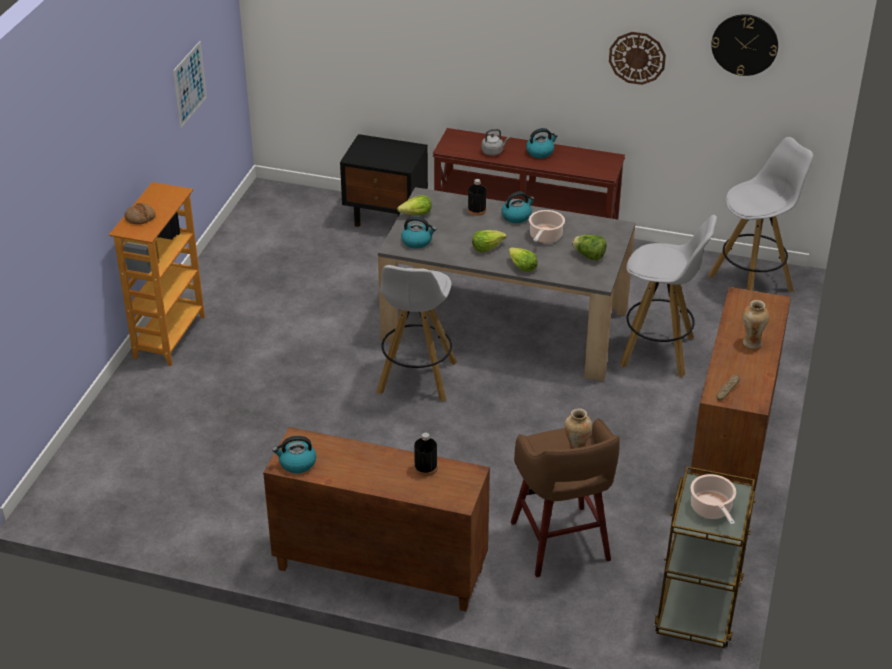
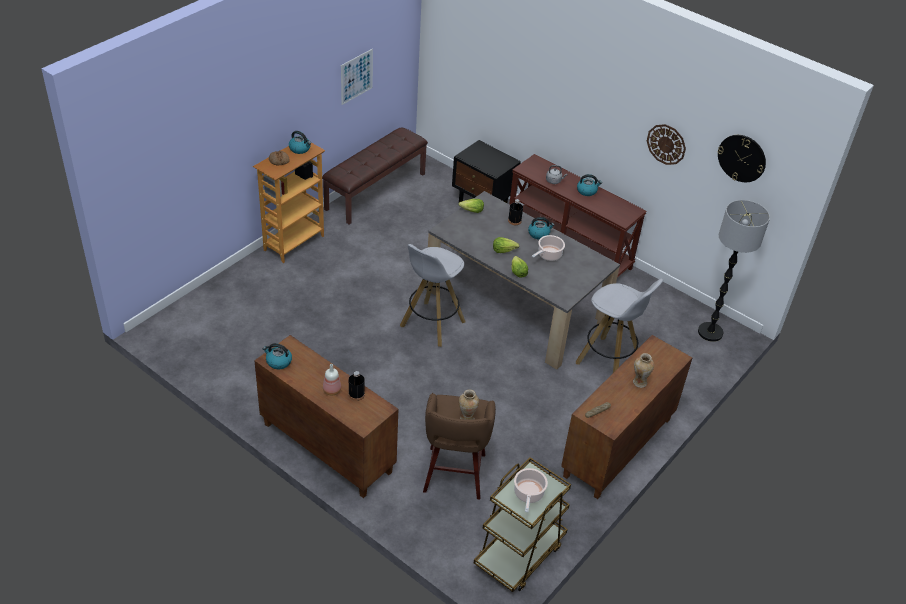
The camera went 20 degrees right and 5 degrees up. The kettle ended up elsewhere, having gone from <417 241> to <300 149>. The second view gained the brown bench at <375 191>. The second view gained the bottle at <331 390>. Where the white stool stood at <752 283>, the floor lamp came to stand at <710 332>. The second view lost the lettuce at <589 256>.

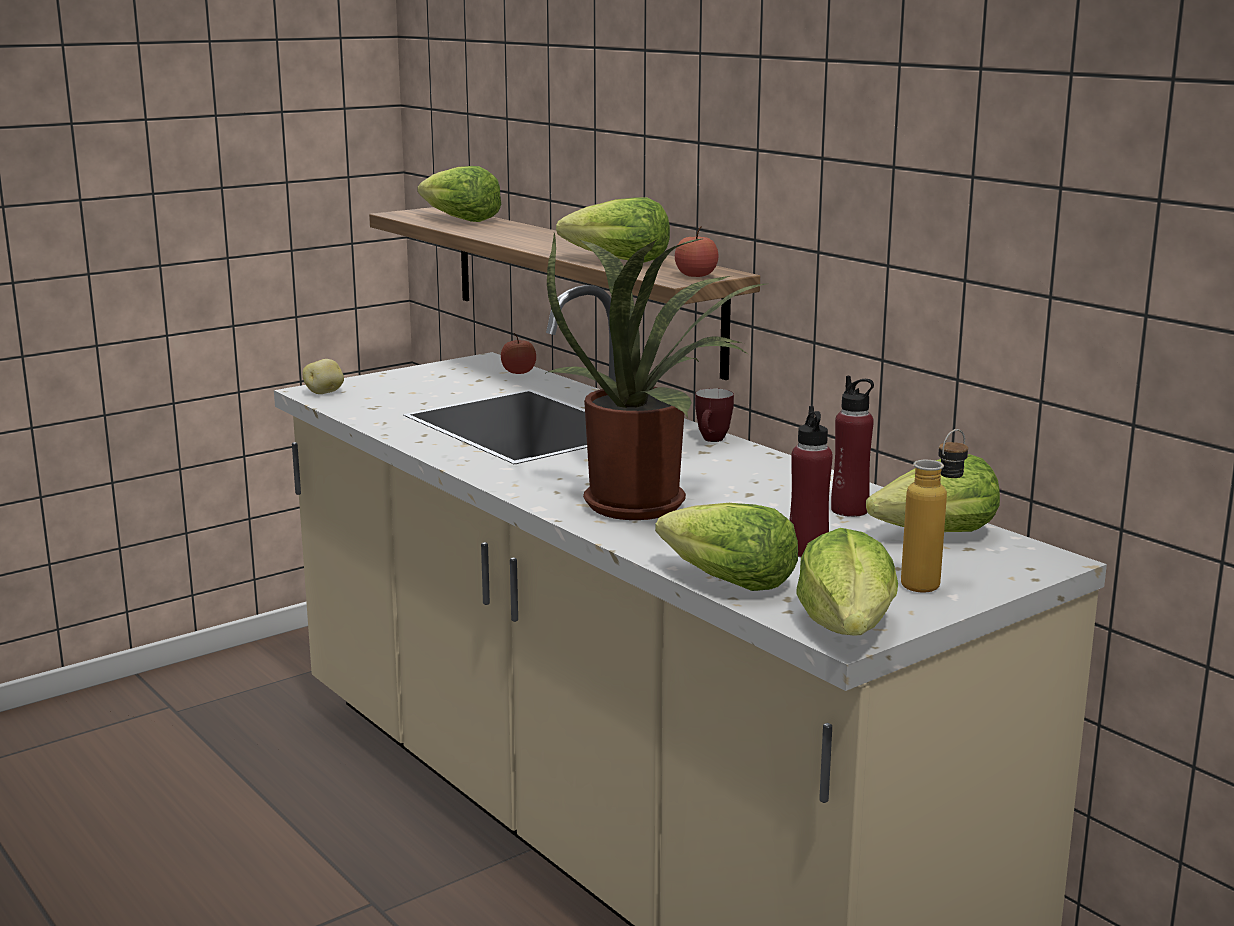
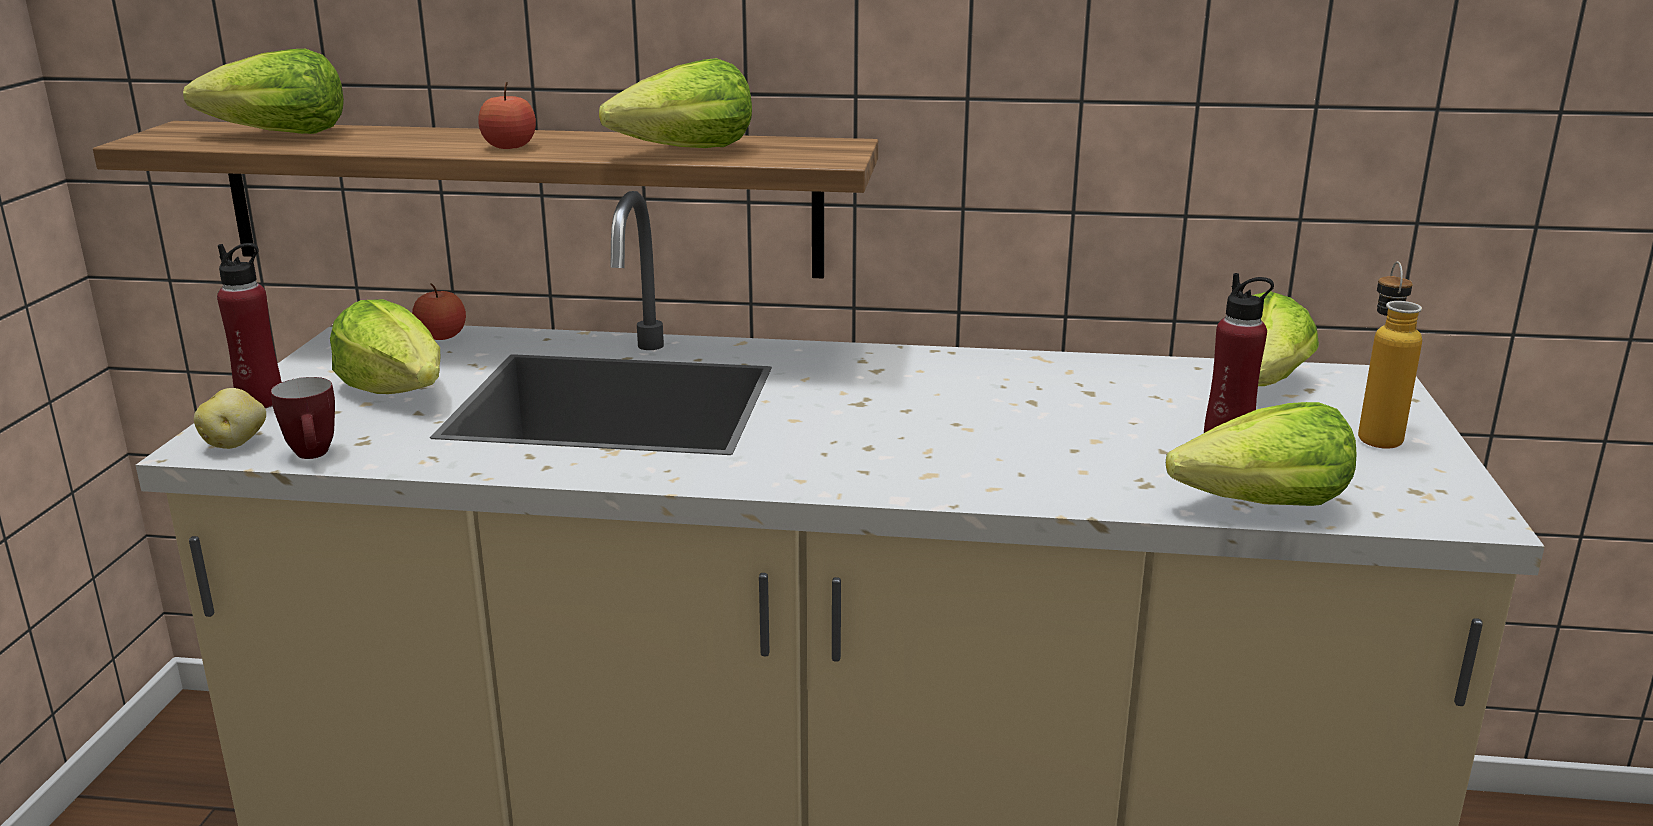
The camera went 45 degrees left and 5 degrees up. The red bottle ended up elsewhere, having gone from <849 510> to <261 401>. The mug ended up elsewhere, having gone from <712 441> to <314 456>. The lettuce ended up elsewhere, having gone from <848 629> to <397 391>. The apple ended up elsewhere, having gone from <696 275> to <509 147>. The second view lost the potted plant at <645 504>.

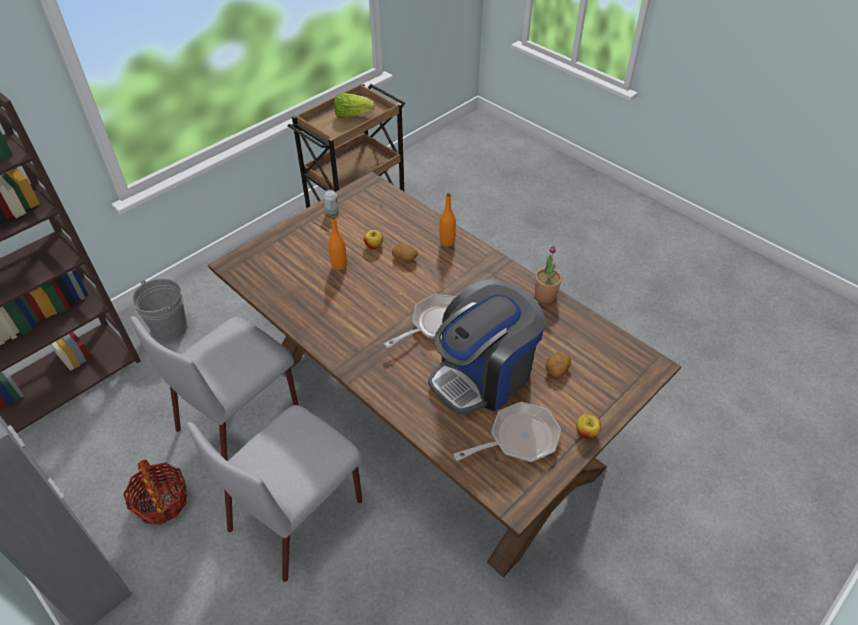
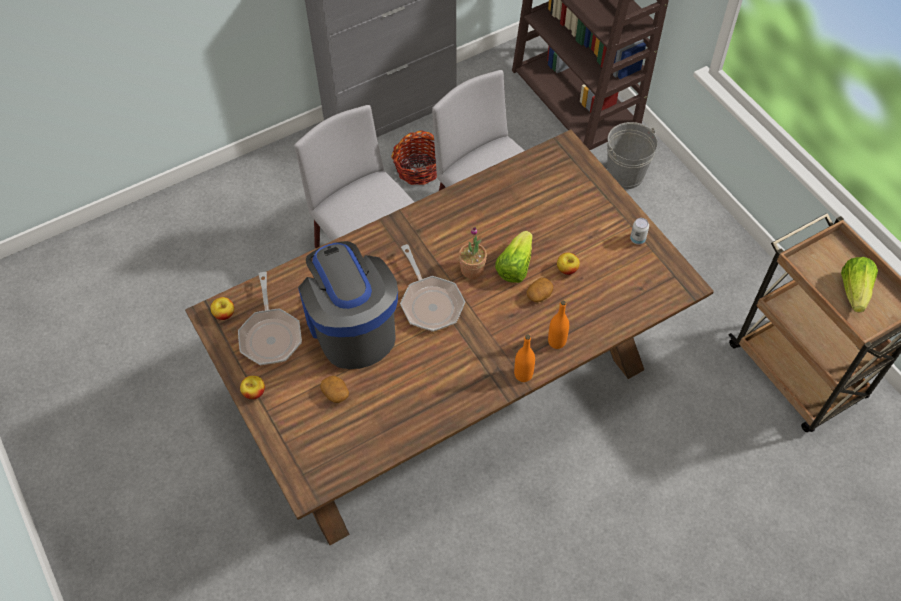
The camera went 105 degrees right and 10 degrees up. The second view gained the apple at <224 314>. The potted plant ended up elsewhere, having gone from <545 295> to <472 270>. The second view gained the lettuce at <515 266>. The orange bottle ended up elsewhere, having gone from <339 265> to <523 374>.

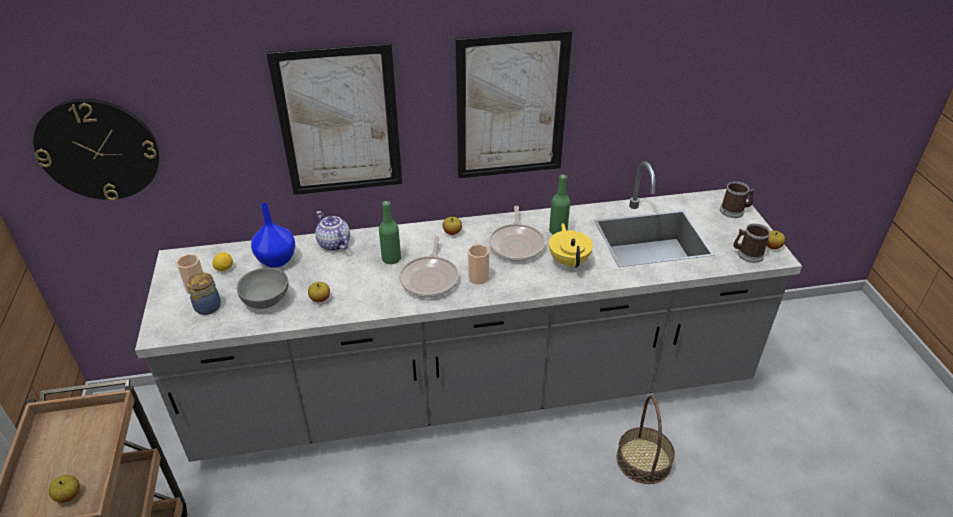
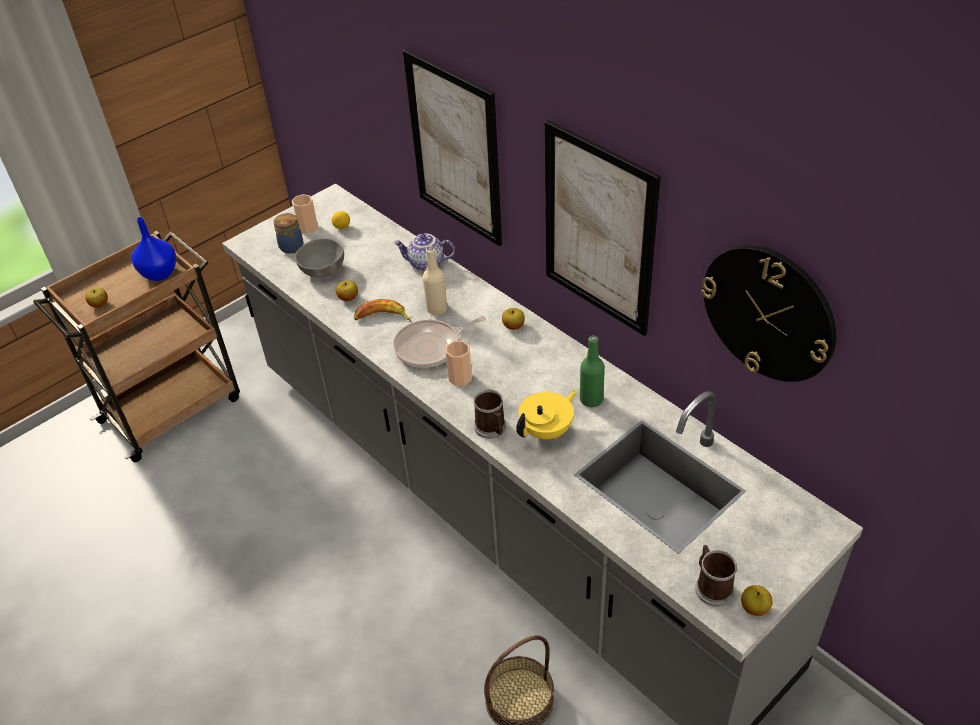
The camera went 60 degrees right and 5 degrees up. The blue vase ended up elsewhere, having gone from <277 259> to <160 273>. The second view gained the banana at <382 317>. The teapot at <333 244> ended up facing another way, 105 degrees counterclockwise from before. What was the green bottle at <391 259> turned into the beige bottle at <437 309>. The mug ended up elsewhere, having gone from <734 211> to <492 429>. The wall clock ended up elsewhere, having gone from <98 149> to <768 313>. The second view lost the frying pan at <517 244>.

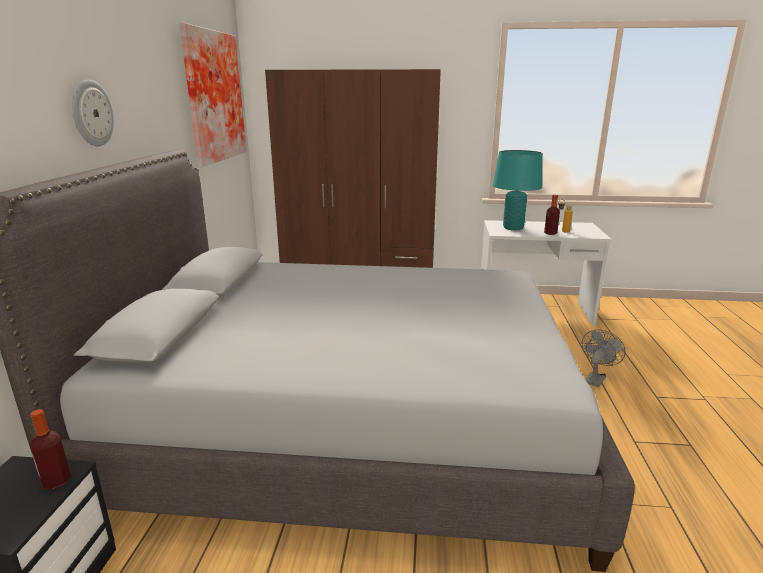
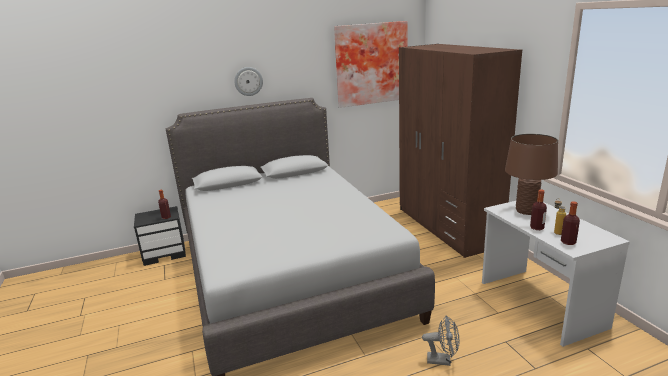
The camera went 65 degrees right and 0 degrees up. What was the turquoise table lamp at <513 228> turned into the brown table lamp at <526 211>. The second view gained the bottle at <568 242>.

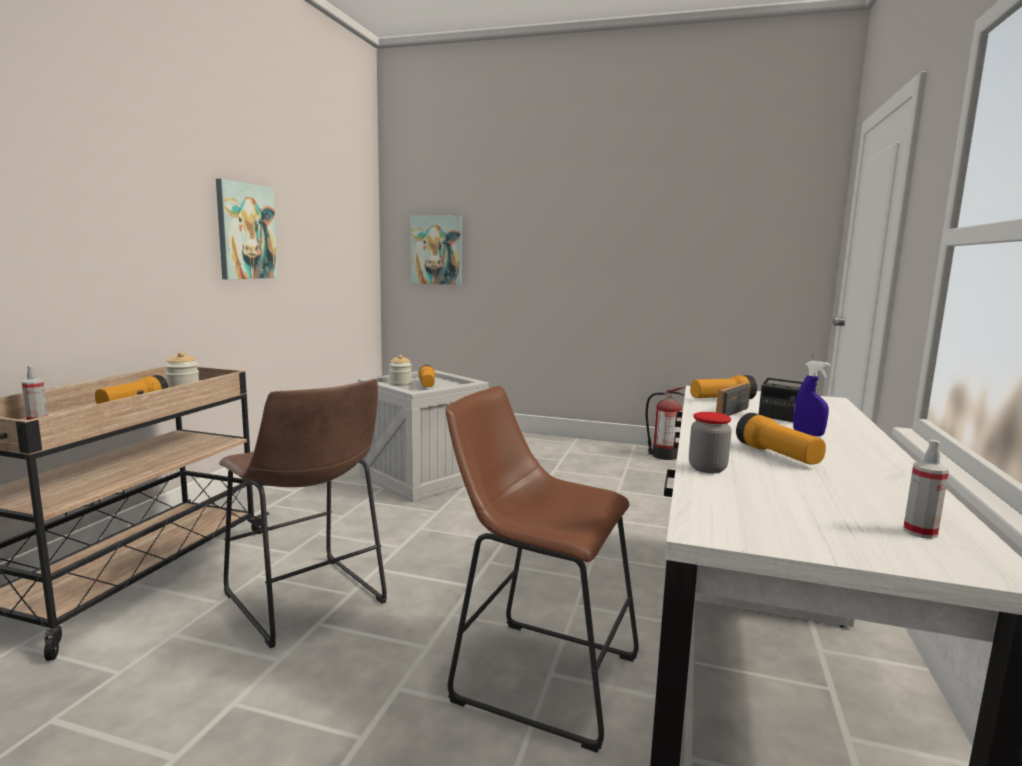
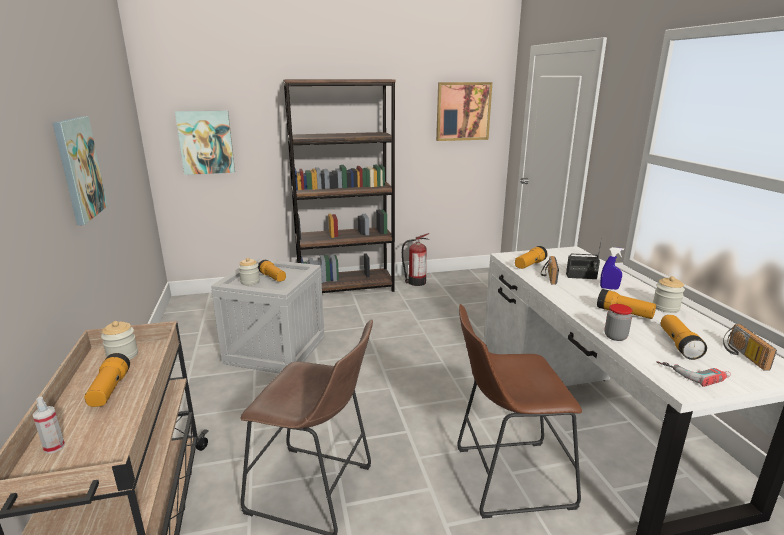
The camera went 30 degrees left and 10 degrees up. The second view gained the brown bookcase at <346 288>. The second view gained the picture at <463 111>. The second view gained the jar at <665 308>. The second view gained the power drill at <693 372>. The second view gained the flashlight at <678 345>. Where the spray bottle stood at <920 532>, the radio came to stand at <742 355>.

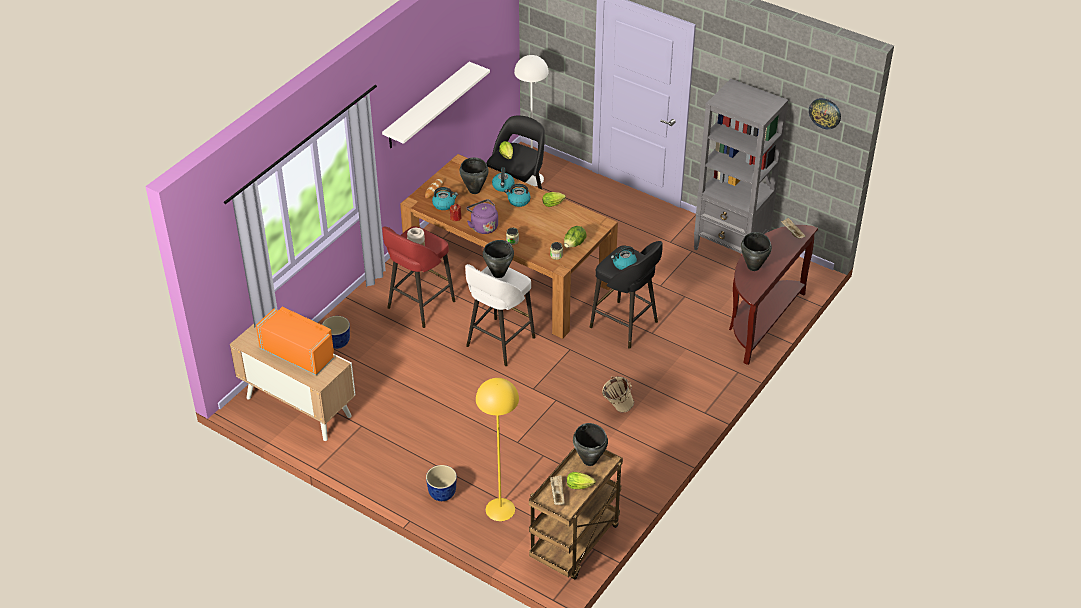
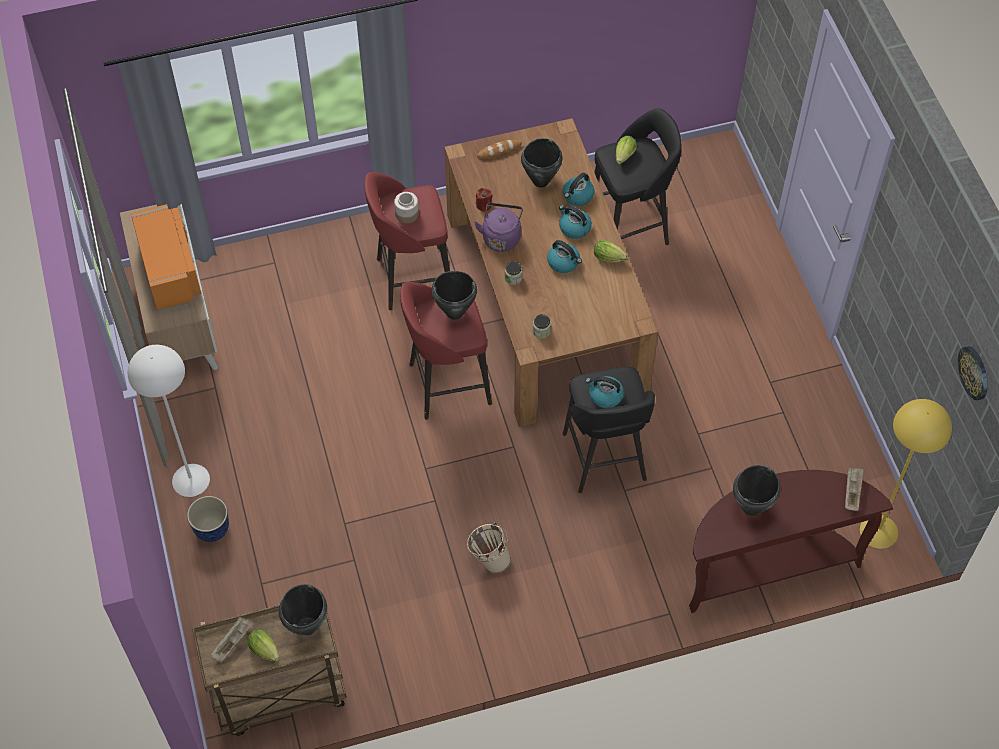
The camera went 40 degrees right and 15 degrees up. The white floor lamp ended up elsewhere, having gone from <531 179> to <190 480>. What was the white stool at <499 343> turned into the red stool at <447 384>. The kettle ended up elsewhere, having gone from <444 204> to <564 262>. The yellow floor lamp ended up elsewhere, having gone from <500 509> to <879 531>. The second view lost the planter at <337 343>. The second view lost the white shelf at <427 106>. The second view lost the lettuce at <574 245>. The second view lost the grey bookcase at <731 248>.

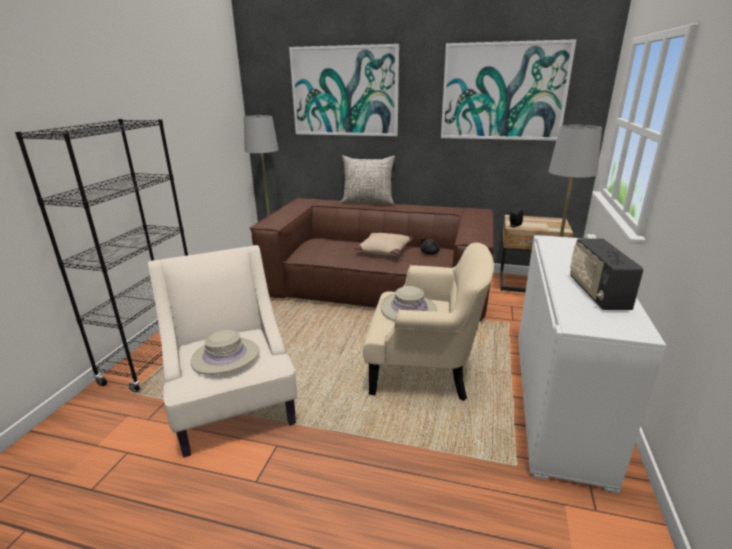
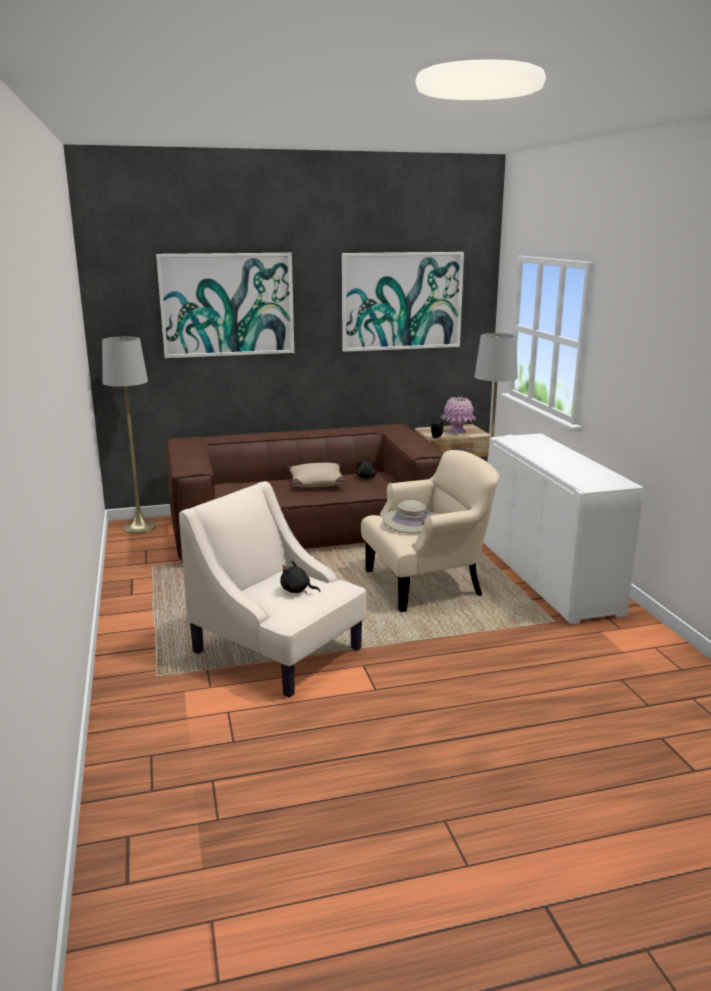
The camera went 30 degrees left and 5 degrees down. Where the beige hat stood at <225 357>, the black plush toy came to stand at <297 590>. The second view gained the pink vase at <457 431>. The second view lost the black bookcase at <155 357>. The second view lost the grey pillow at <367 202>. The second view lost the radio at <596 293>.

